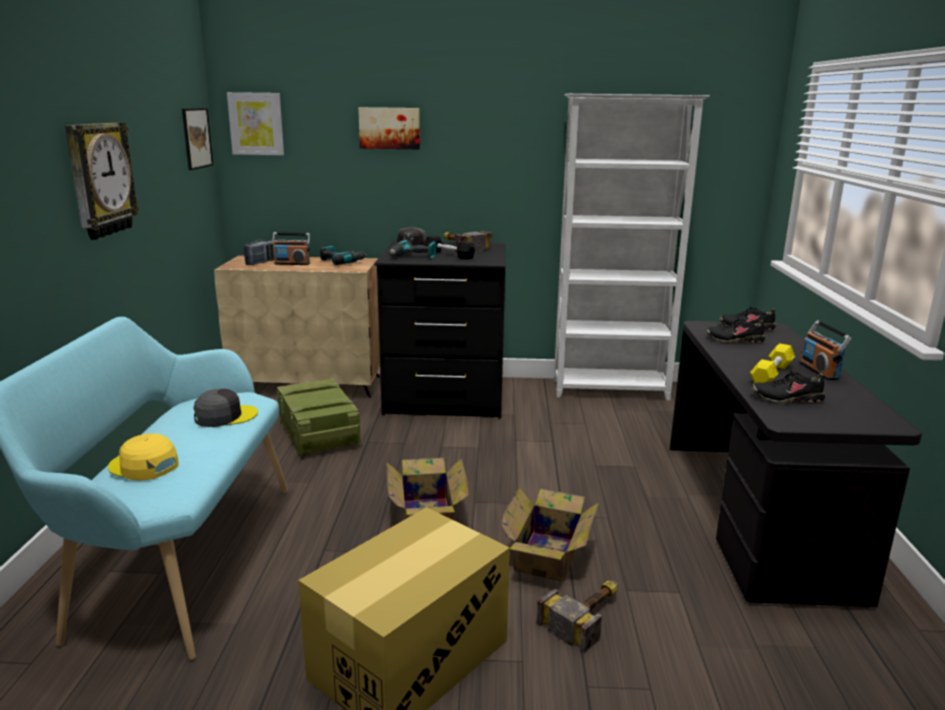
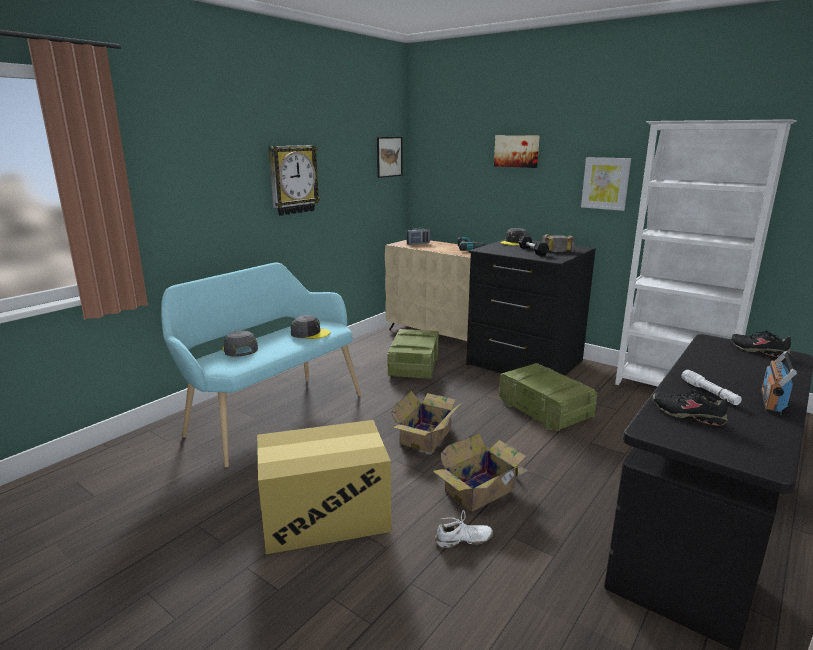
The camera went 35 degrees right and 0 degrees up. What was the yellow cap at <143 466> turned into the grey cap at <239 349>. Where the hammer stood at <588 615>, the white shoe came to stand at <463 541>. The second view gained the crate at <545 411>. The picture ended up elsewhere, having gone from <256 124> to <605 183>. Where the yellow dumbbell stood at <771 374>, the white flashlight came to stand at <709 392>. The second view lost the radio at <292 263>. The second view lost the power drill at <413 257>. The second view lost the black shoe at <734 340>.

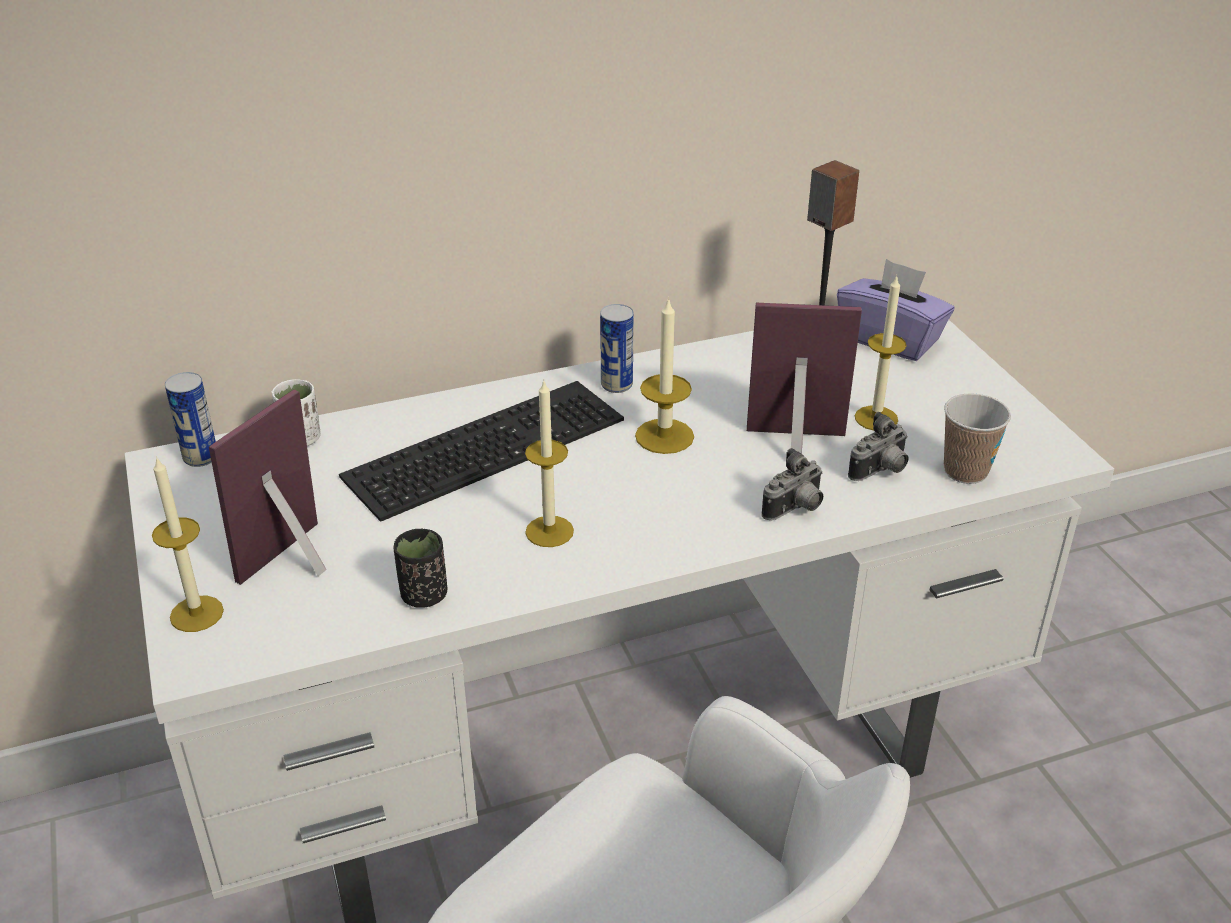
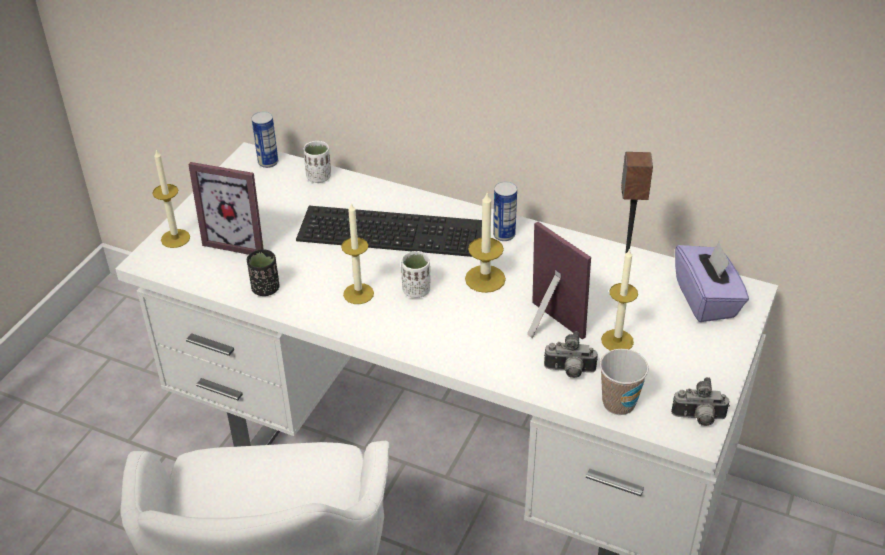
The camera went 45 degrees right and 5 degrees up. The picture frame at <299 562> ended up facing another way, 150 degrees counterclockwise from before. The second view gained the white cup at <416 290>. The photo camera ended up elsewhere, having gone from <795 509> to <698 419>.

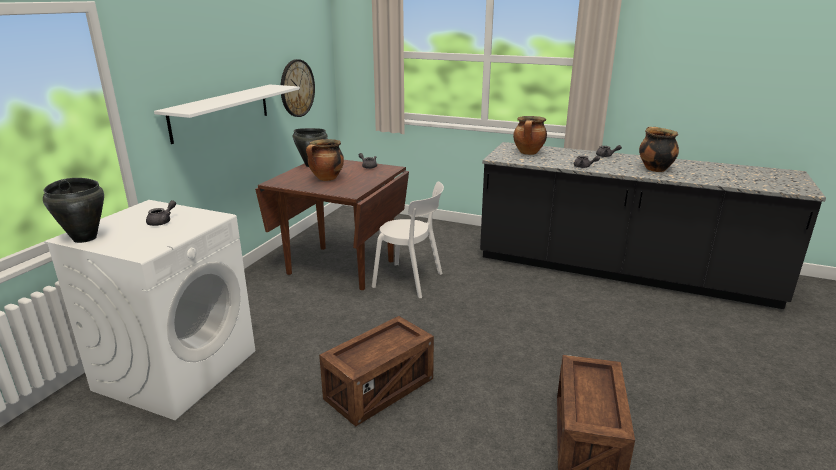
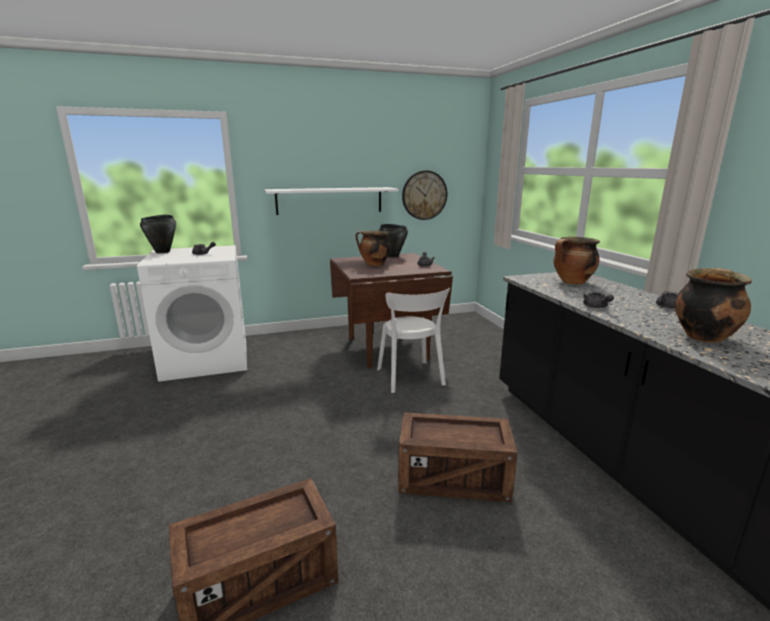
The camera went 50 degrees right and 5 degrees down. The crate ended up elsewhere, having gone from <379 389> to <453 478>.

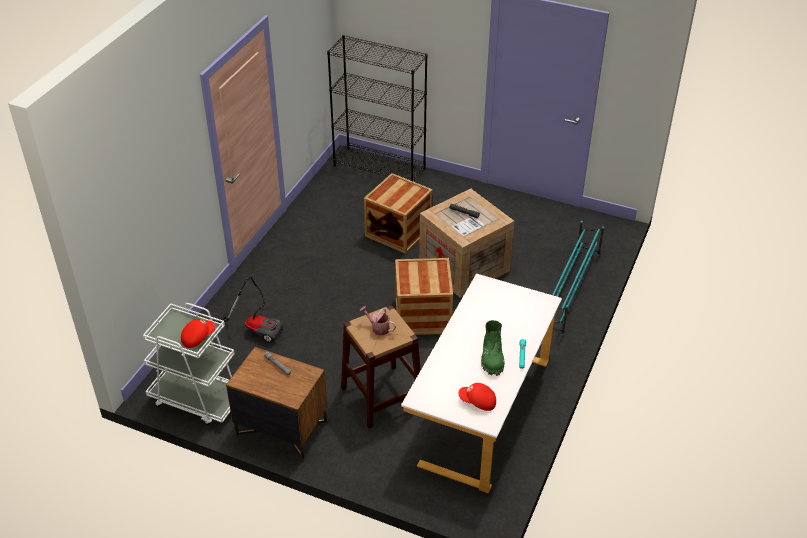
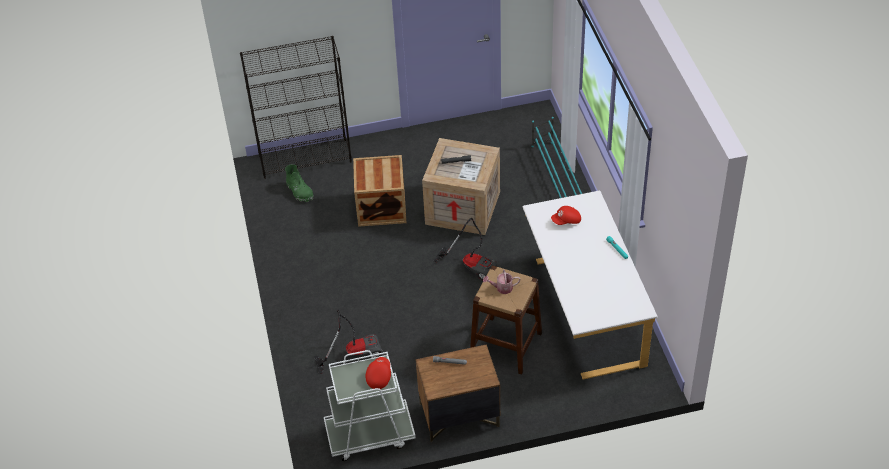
The camera went 35 degrees left and 5 degrees up. The green boot ended up elsewhere, having gone from <492 358> to <300 191>. Where the crate stood at <423 315>, the vacuum cleaner came to stand at <472 265>. The red cap ended up elsewhere, having gone from <477 402> to <566 221>.

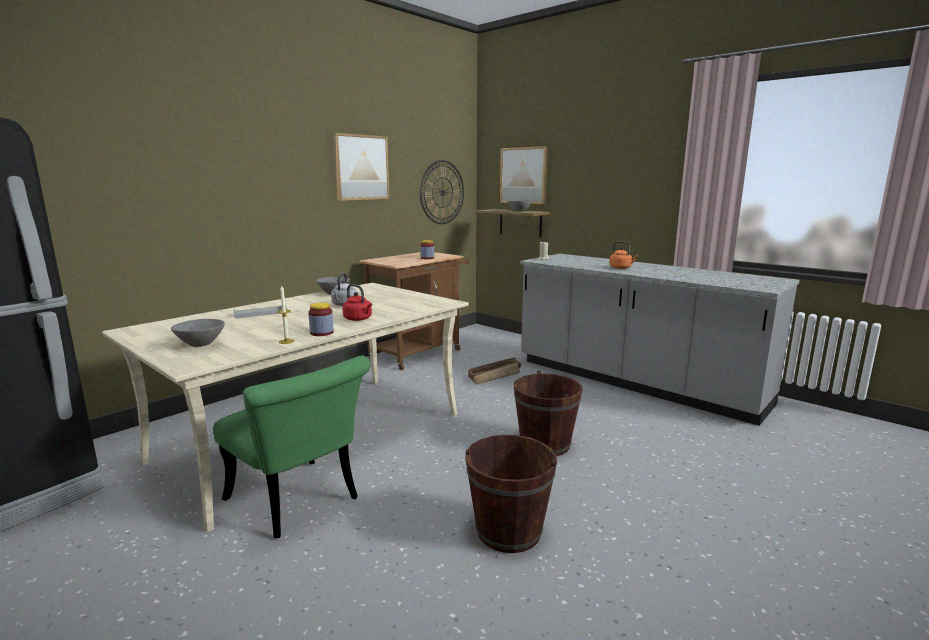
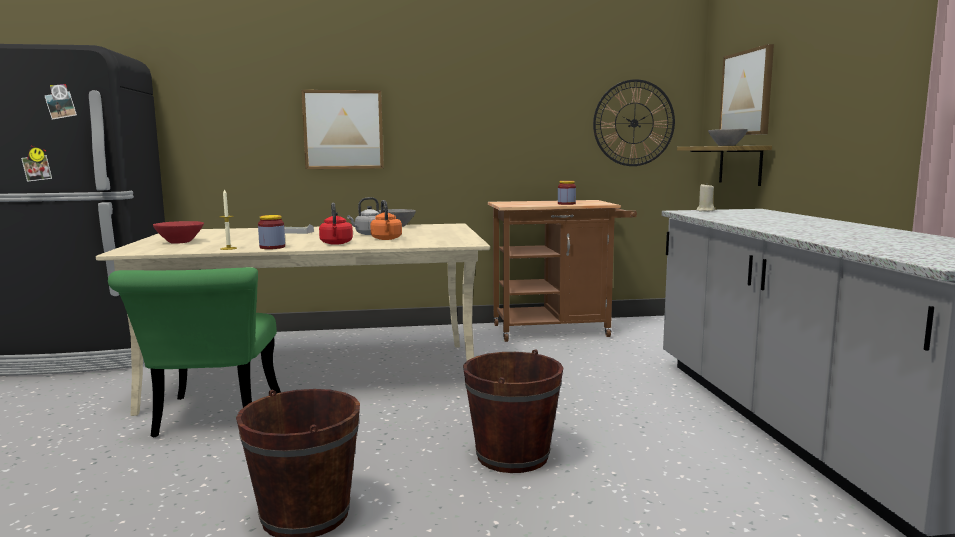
The camera went 40 degrees right and 5 degrees down. What was the grey bowl at <201 344> turned into the red bowl at <180 242>. The picture ended up elsewhere, having gone from <361 167> to <343 130>. The orange kettle ended up elsewhere, having gone from <621 268> to <386 239>. The second view lost the crate at <495 376>.

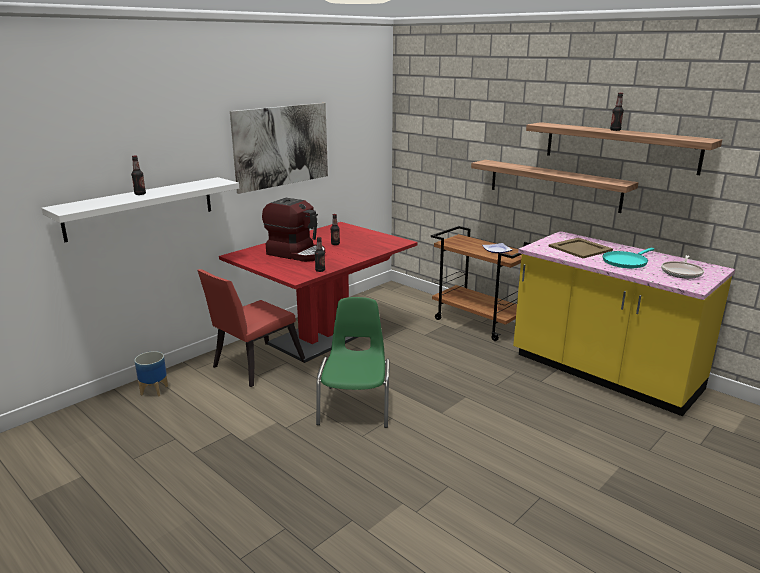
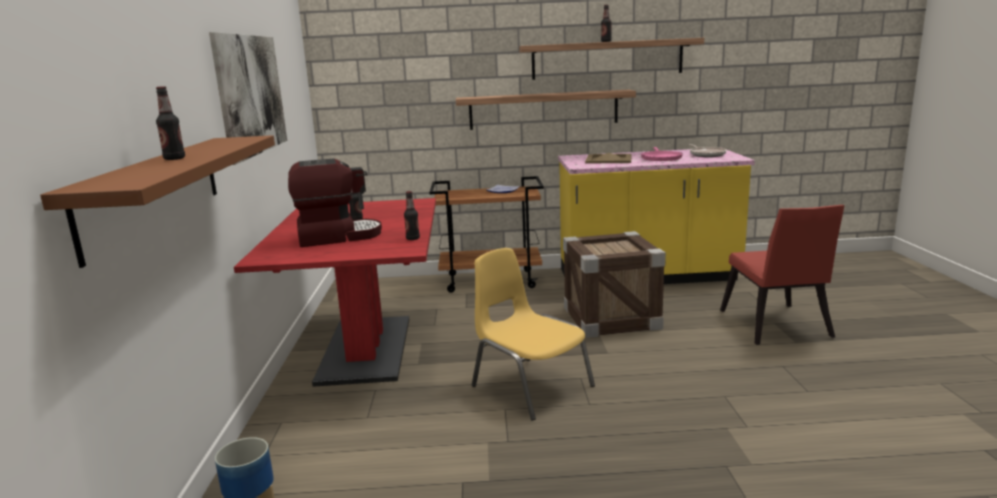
The camera went 45 degrees left and 5 degrees down. What was the white shelf at <141 208> turned into the brown shelf at <155 191>. What was the green chair at <356 405> turned into the yellow chair at <530 386>. The second view gained the crate at <611 318>. What was the turquoise frying pan at <625 262> turned into the pink frying pan at <660 158>. The red chair ended up elsewhere, having gone from <254 366> to <776 327>.

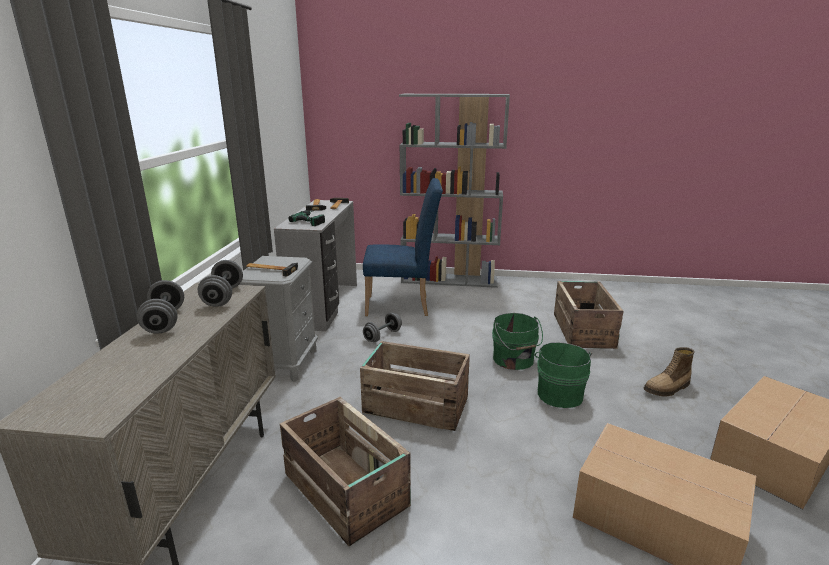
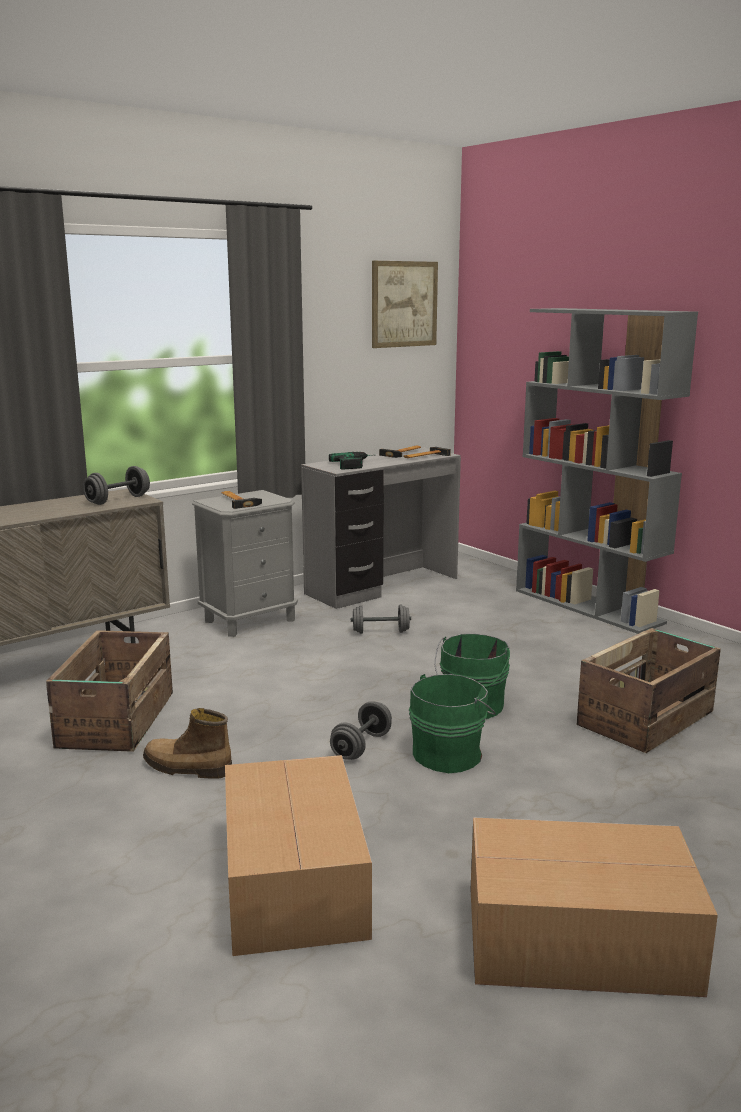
The camera went 45 degrees right and 5 degrees down. The boot ended up elsewhere, having gone from <667 388> to <186 768>. The grey dumbbell ended up elsewhere, having gone from <164 321> to <361 746>. The second view gained the picture at <404 304>. The second view lost the crate at <414 405>. The second view lost the blue chair at <403 305>.

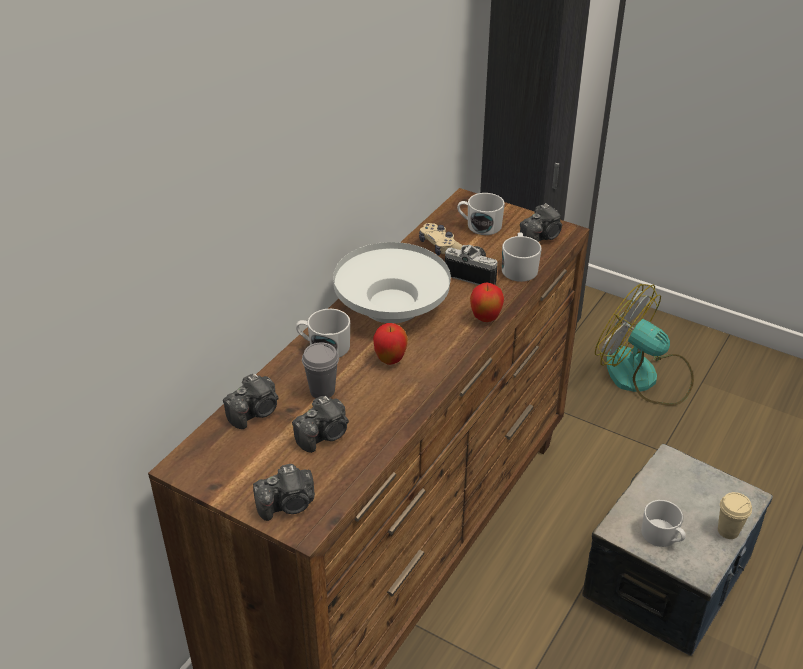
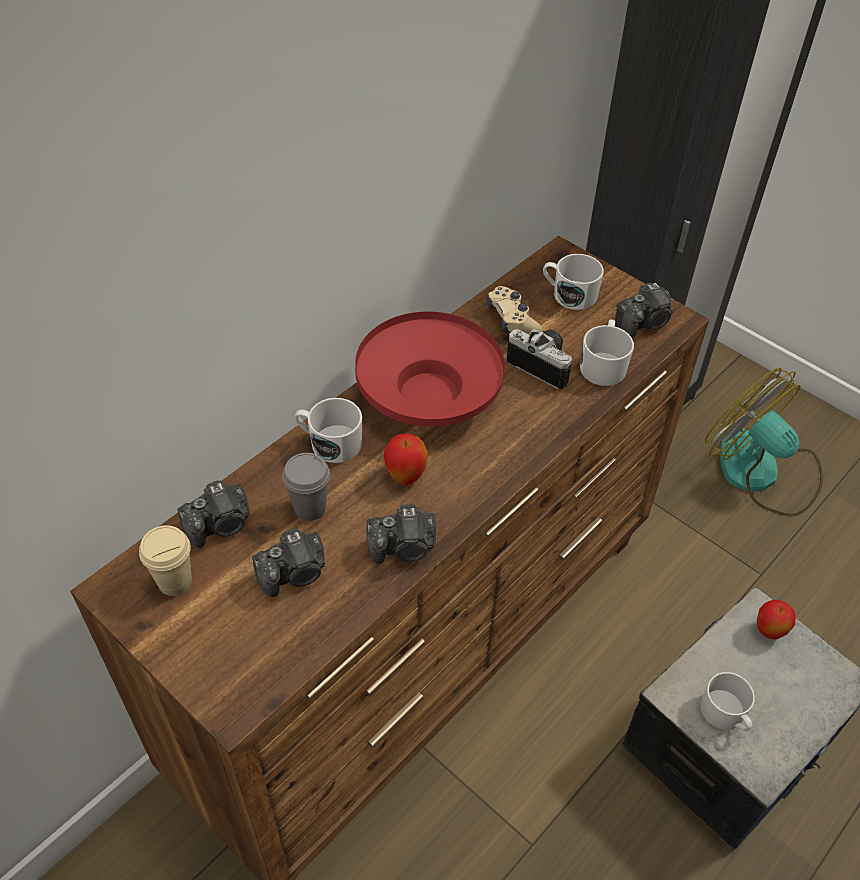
The camera went 10 degrees right and 10 degrees up. The beige cup ended up elsewhere, having gone from <728 531> to <175 582>. What was the white bowl at <392 305> turned into the red bowl at <429 395>. The photo camera ended up elsewhere, having gone from <288 505> to <404 548>. The apple ended up elsewhere, having gone from <485 319> to <768 631>.

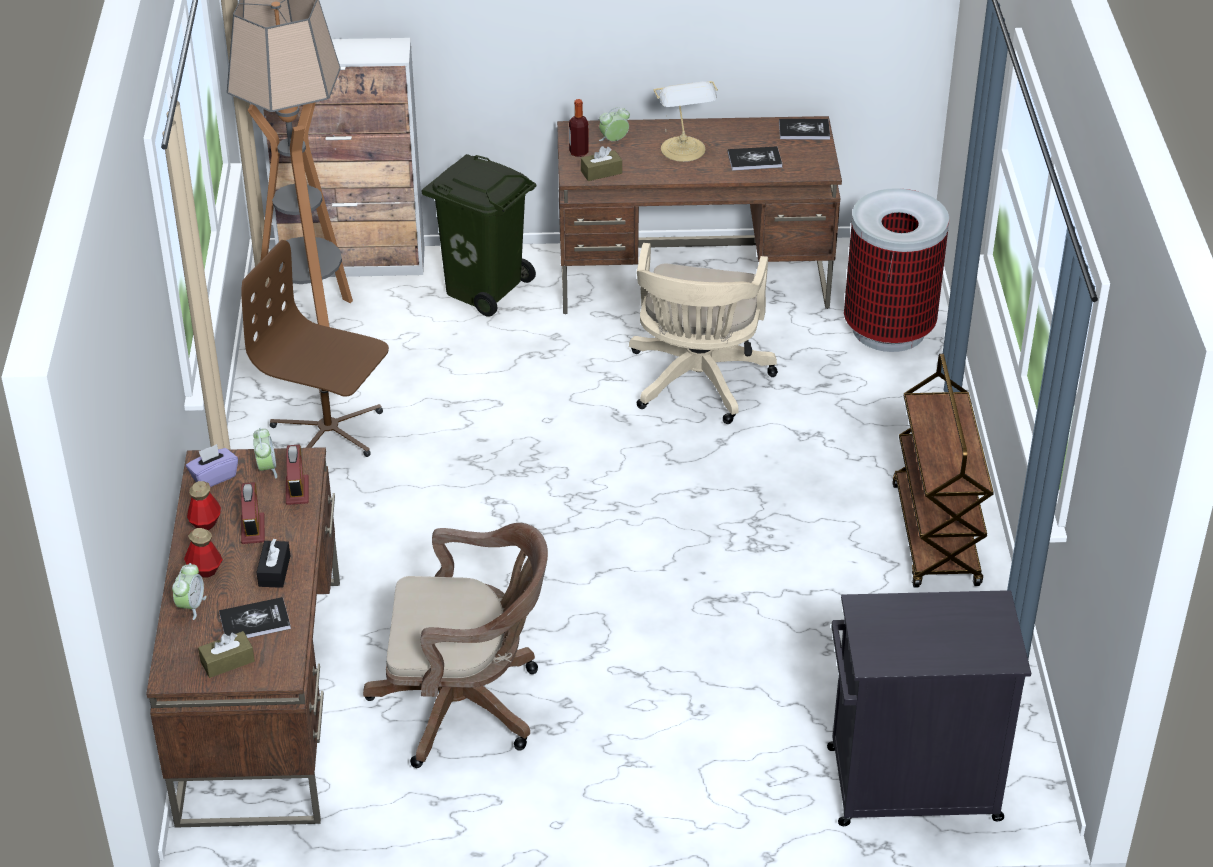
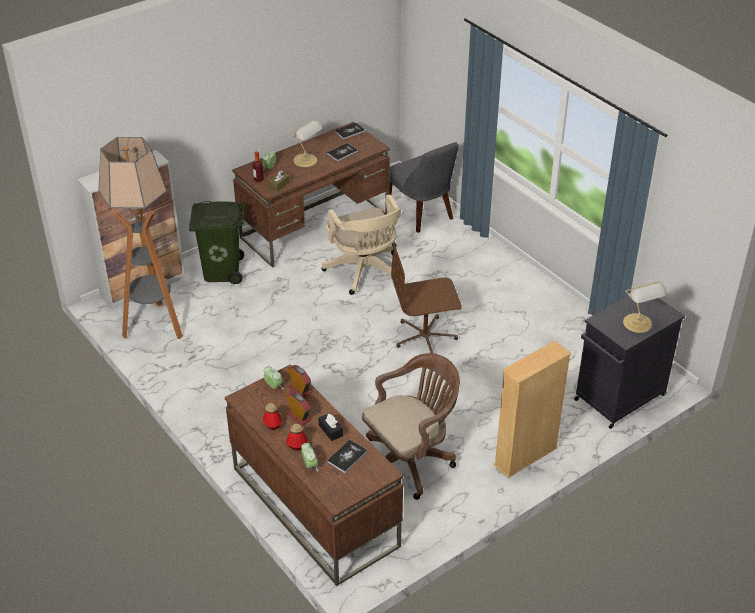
The camera went 35 degrees left and 0 degrees up. Where the trash can stood at <888 329>, the grey chair came to stand at <422 214>. The brown office chair ended up elsewhere, having gone from <328 431> to <425 337>. The second view gained the beige bookcase at <525 456>. The second view gained the table lamp at <638 324>. The second view lost the purple tissue box at <213 477>. The second view lost the brown tissue box at <227 661>. The second view lost the brown cart at <936 536>.

